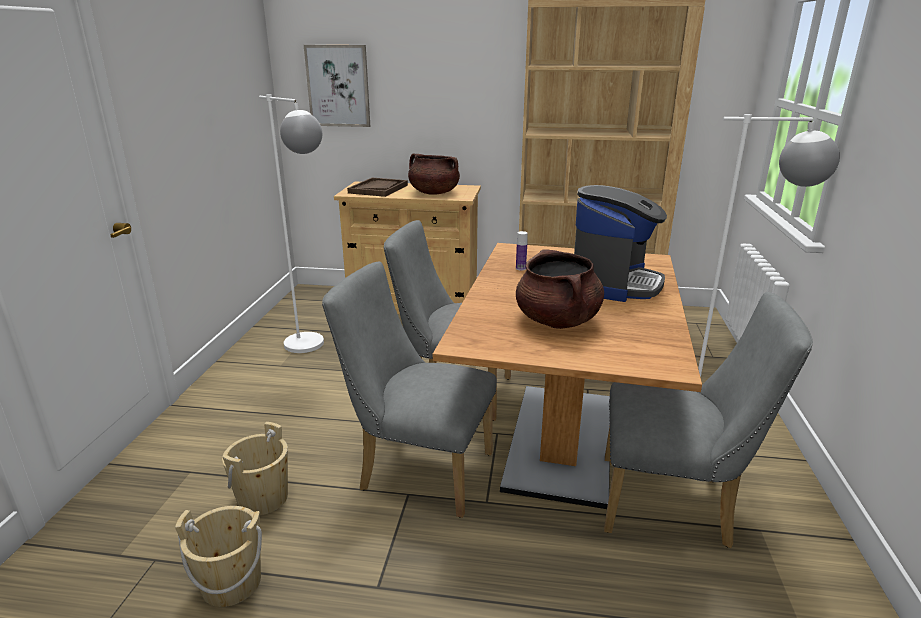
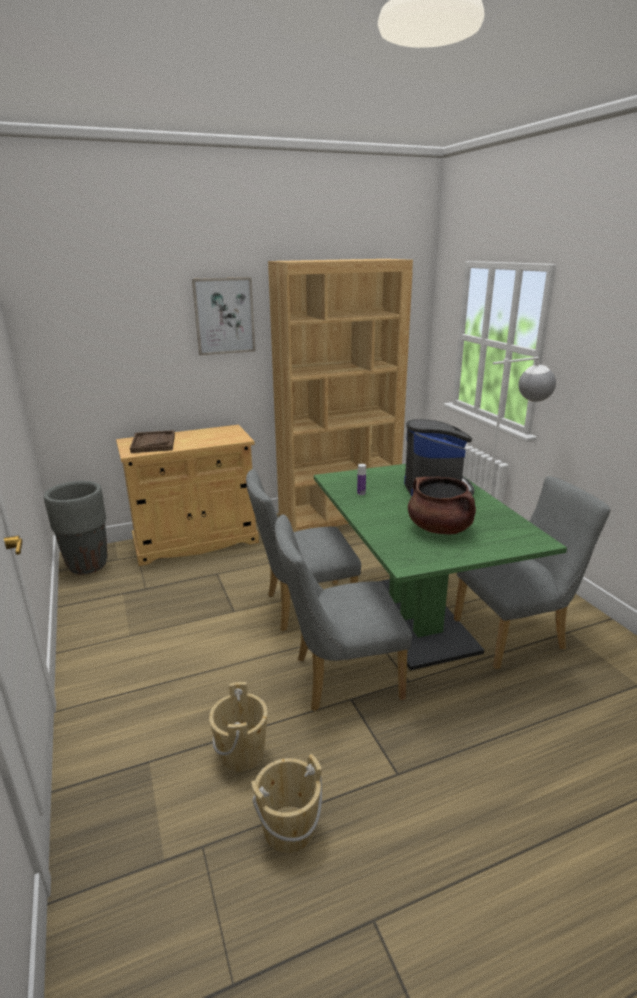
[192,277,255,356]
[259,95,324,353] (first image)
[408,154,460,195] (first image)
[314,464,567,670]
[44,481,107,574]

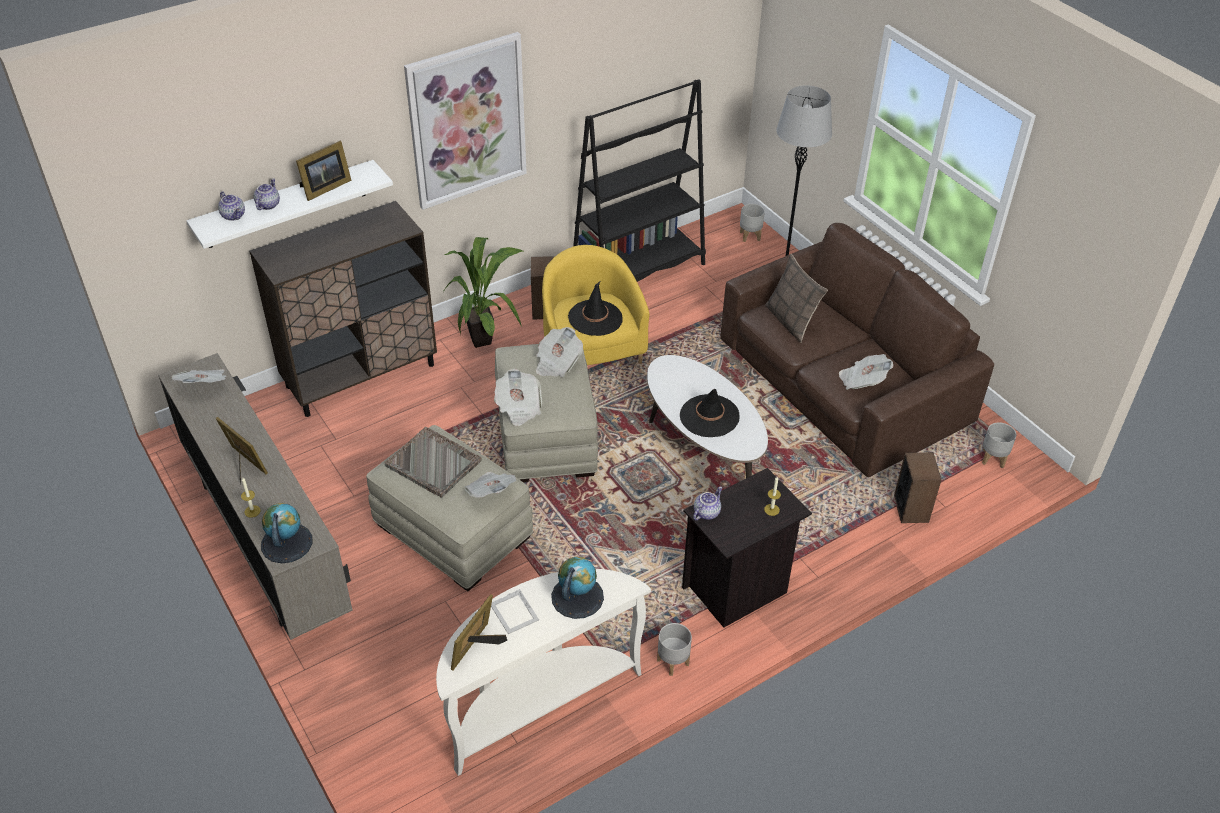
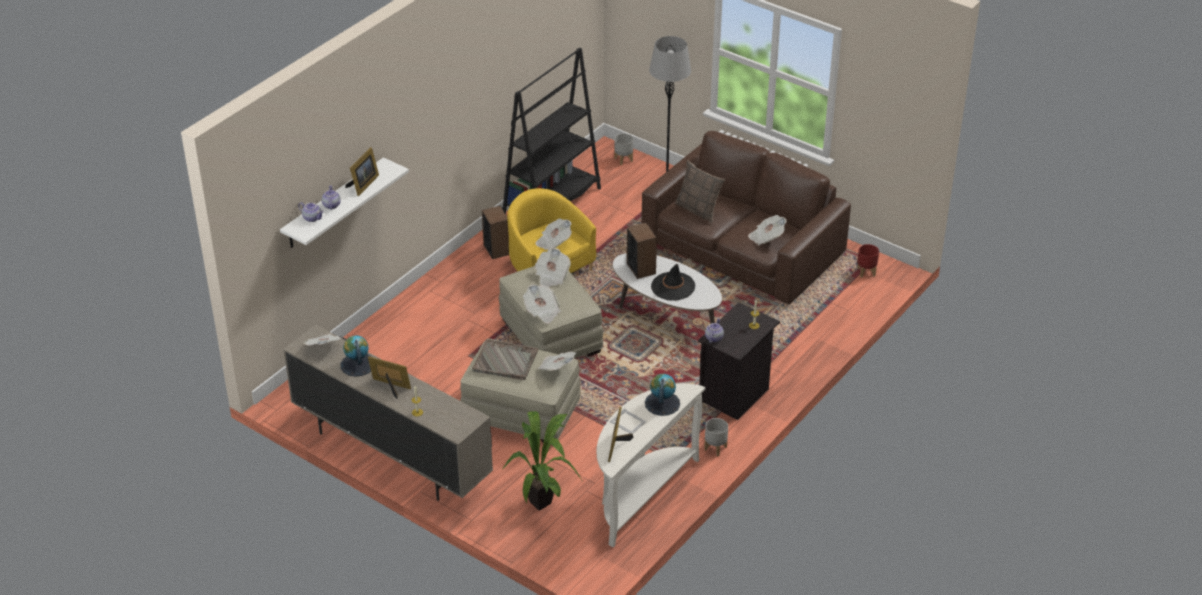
[404,32,527,210] (first image)
[249,201,437,417] (first image)
[502,411,582,510]
[535,219,572,251]
[857,244,879,278]
[627,223,657,279]
[341,335,372,377]

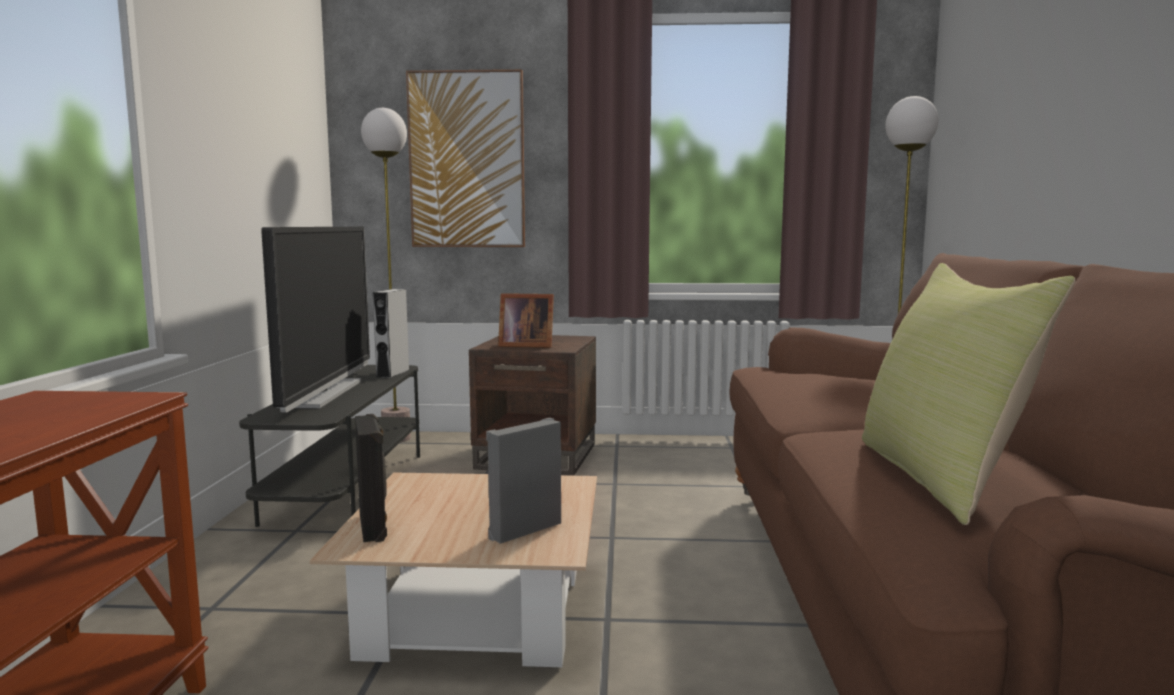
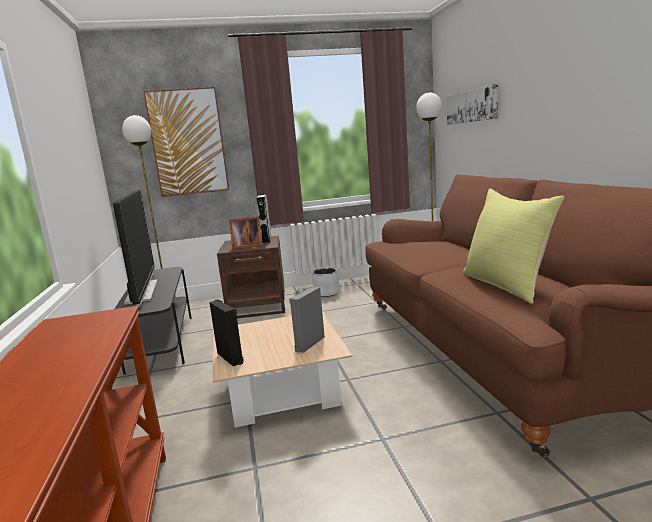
[256,195,272,243]
[447,84,498,125]
[312,268,340,297]

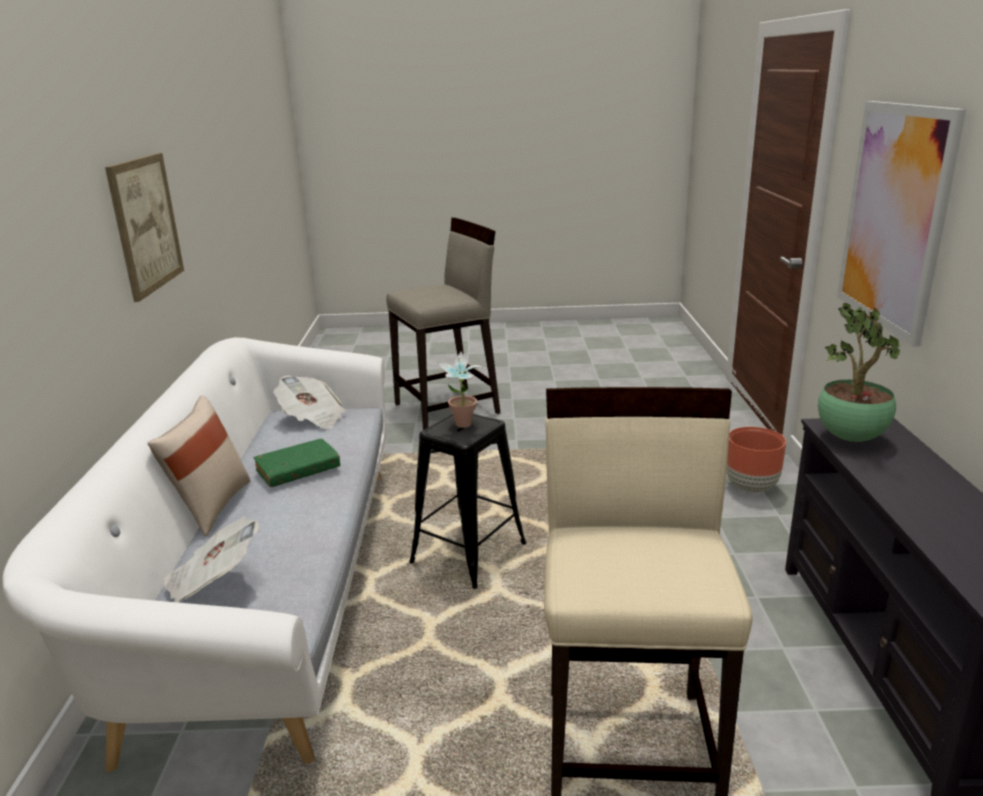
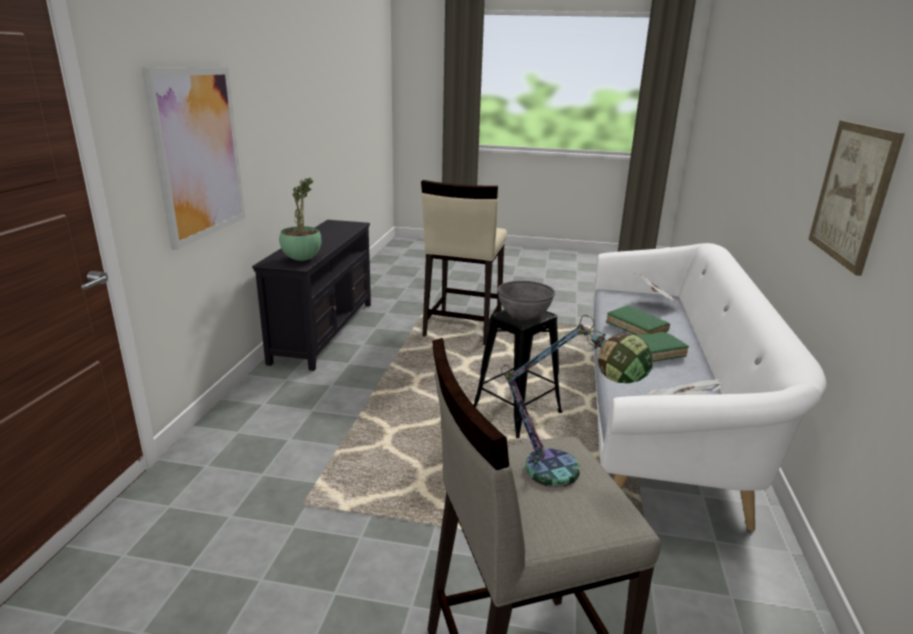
[497,281,555,320]
[147,395,250,536] (first image)
[726,427,786,493] (first image)
[606,306,670,335]
[501,315,653,487]

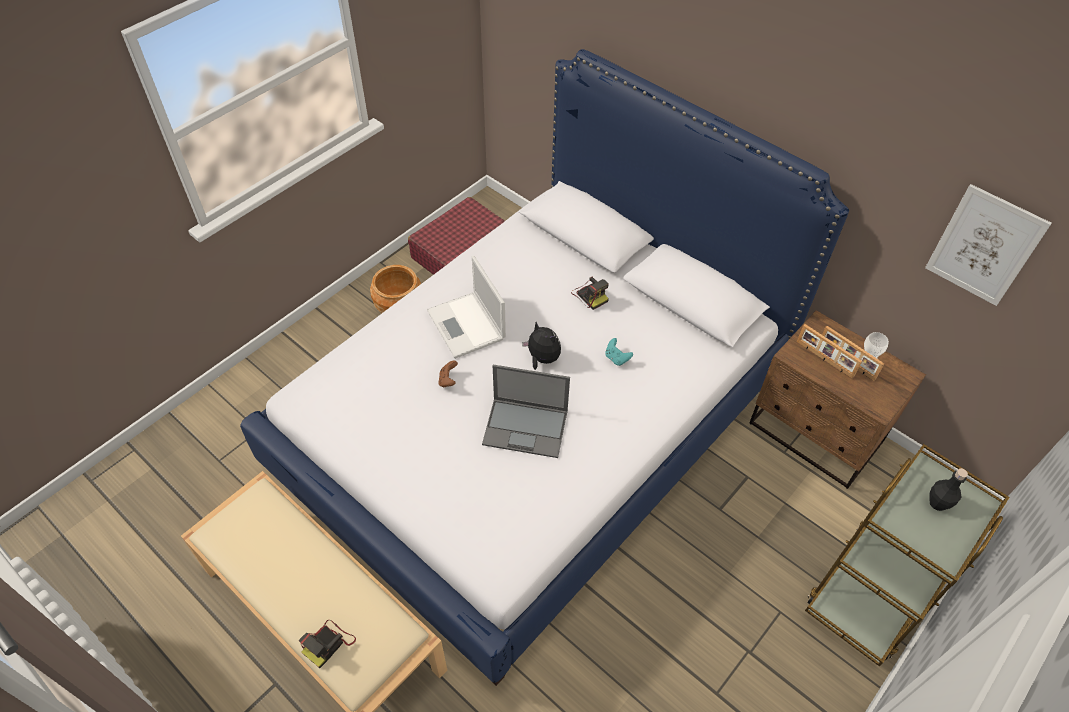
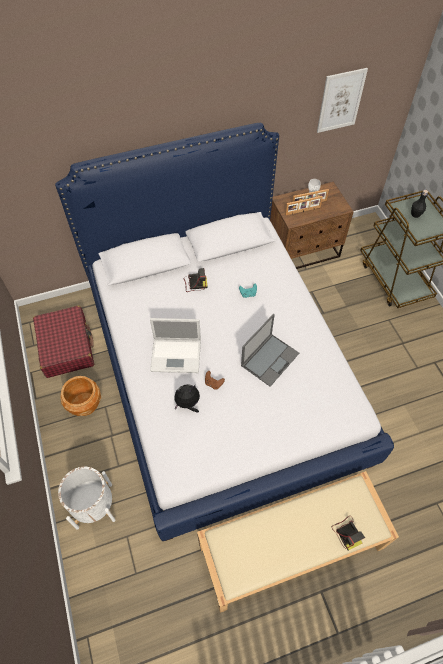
[174,384,200,413]
[58,467,116,530]

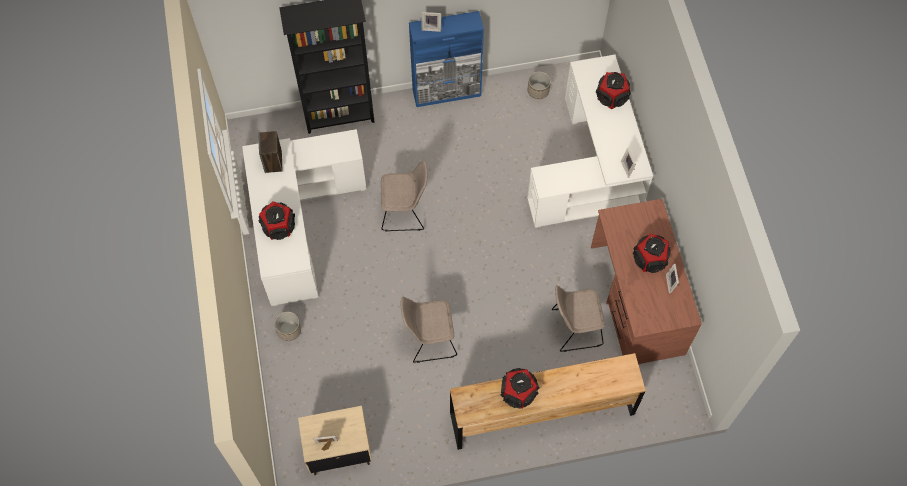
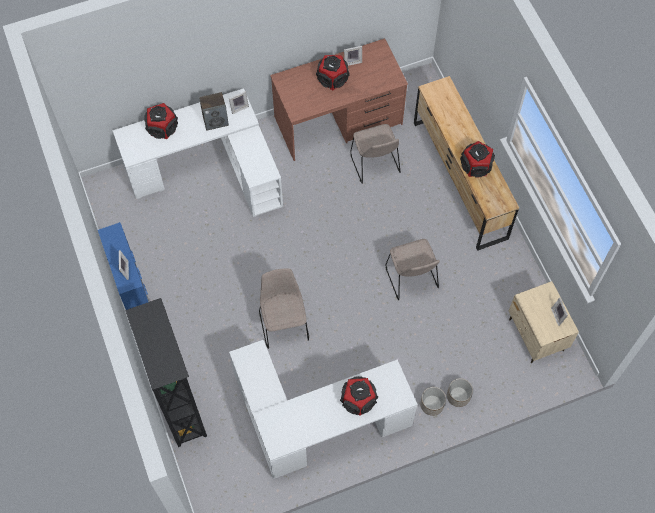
[447,378,473,407]
[199,92,229,131]

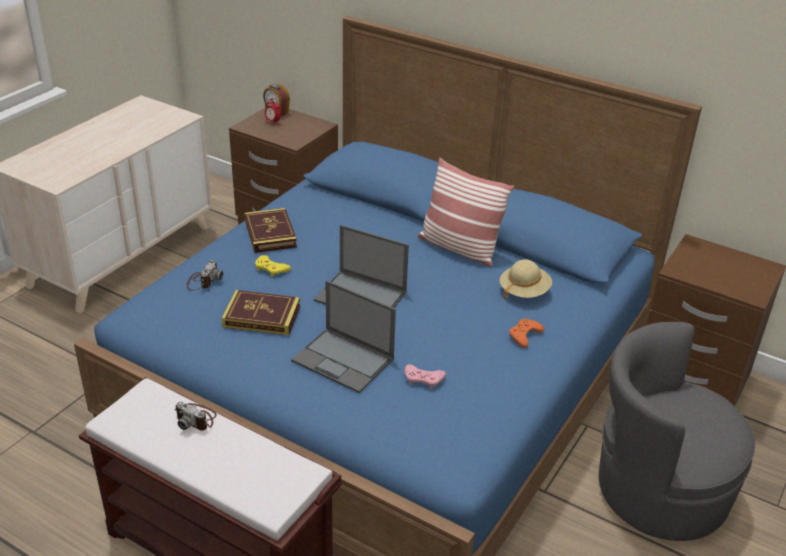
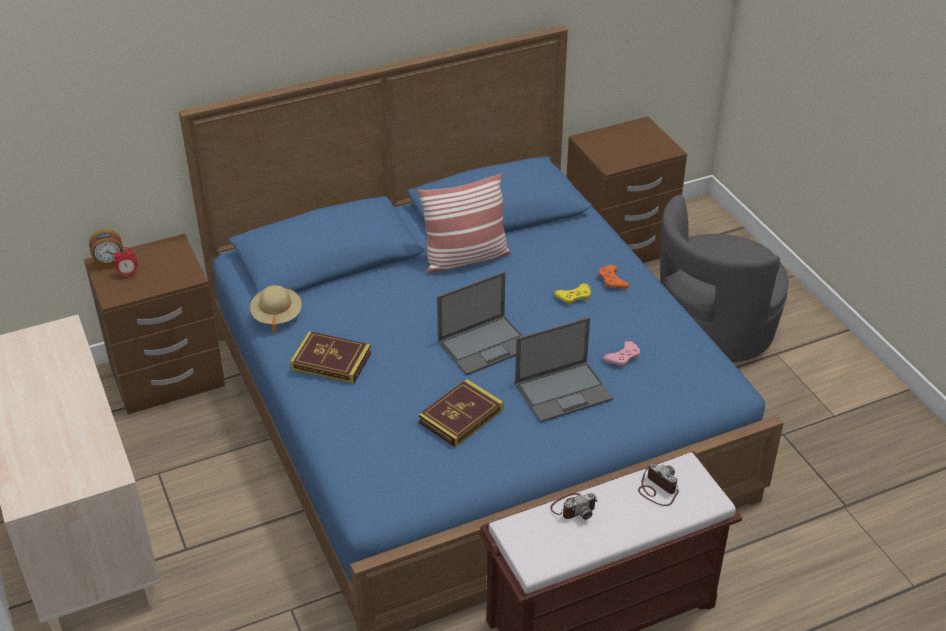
[554,283,591,305]
[250,285,302,333]
[638,463,679,506]

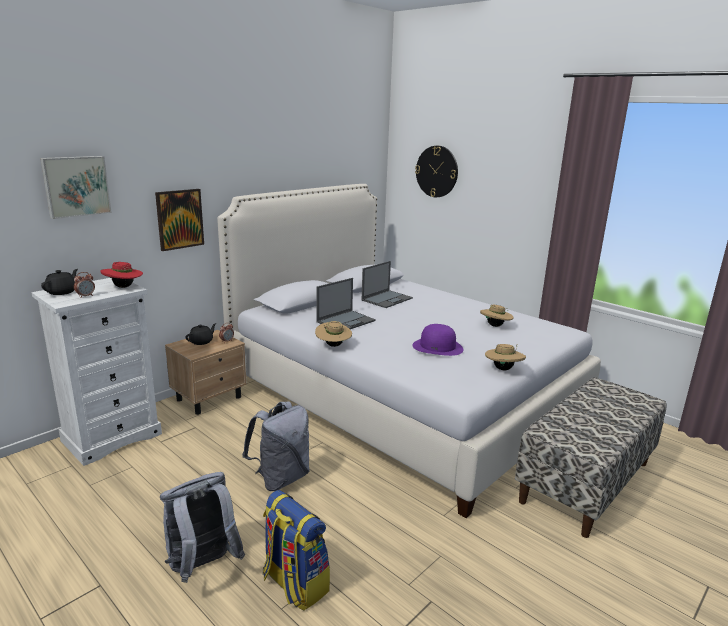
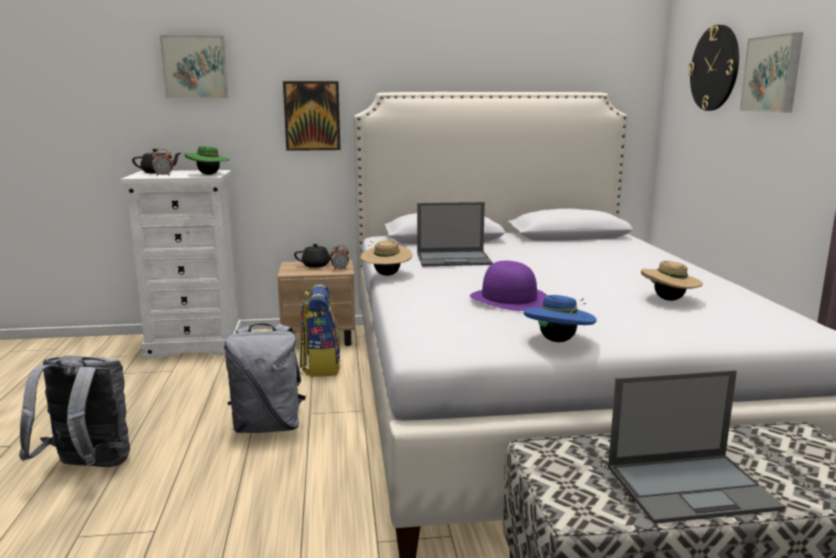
[608,370,785,524]
[185,146,230,175]
[524,295,597,342]
[299,283,340,377]
[739,32,803,112]

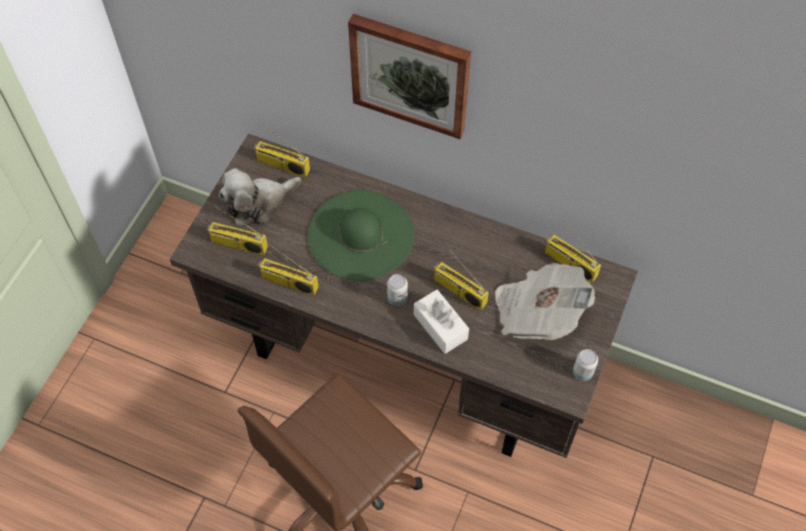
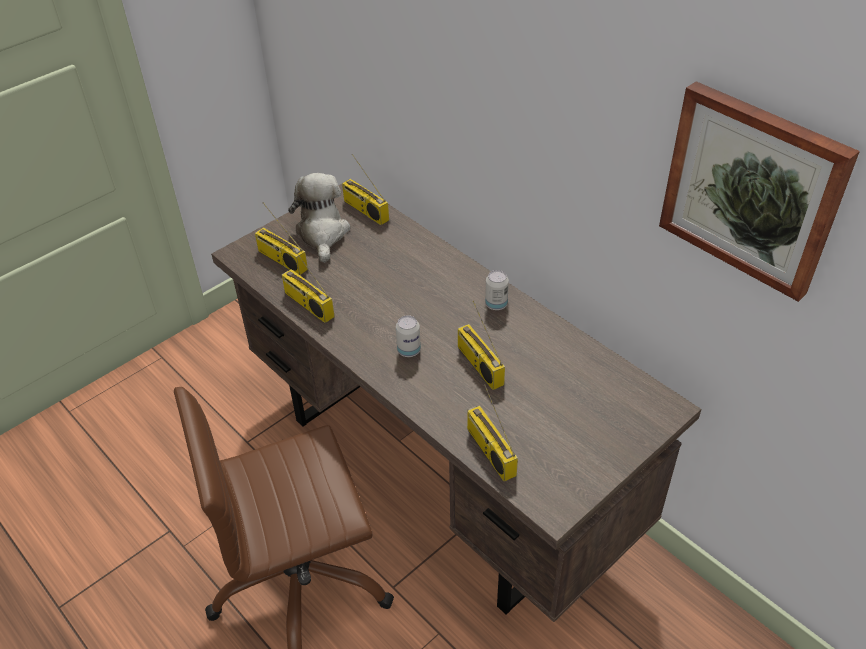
[659,81,860,302]
[288,173,350,263]
[308,190,414,281] (first image)
[467,384,518,482]
[495,262,595,340] (first image)
[414,289,469,354] (first image)
[485,270,509,310]

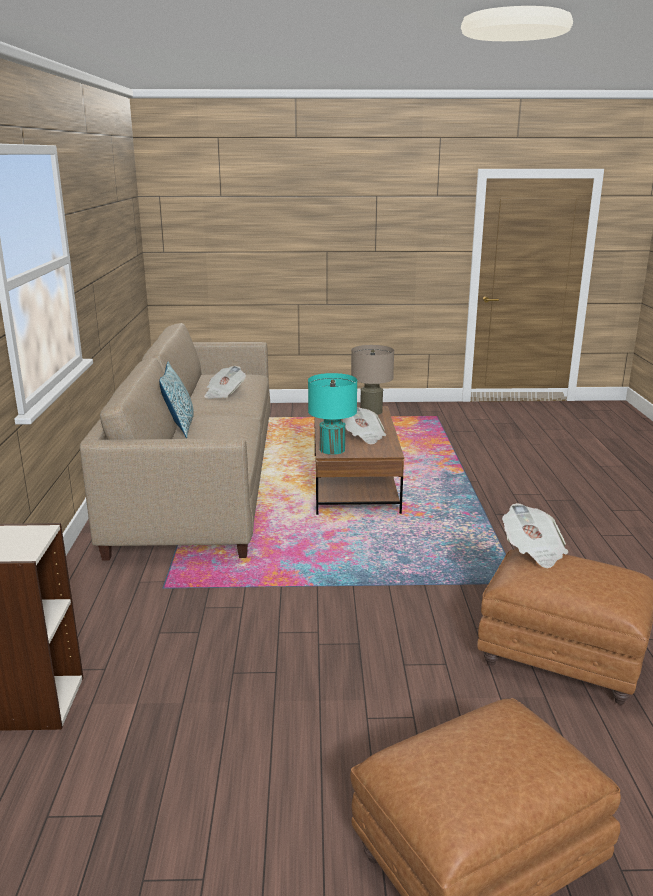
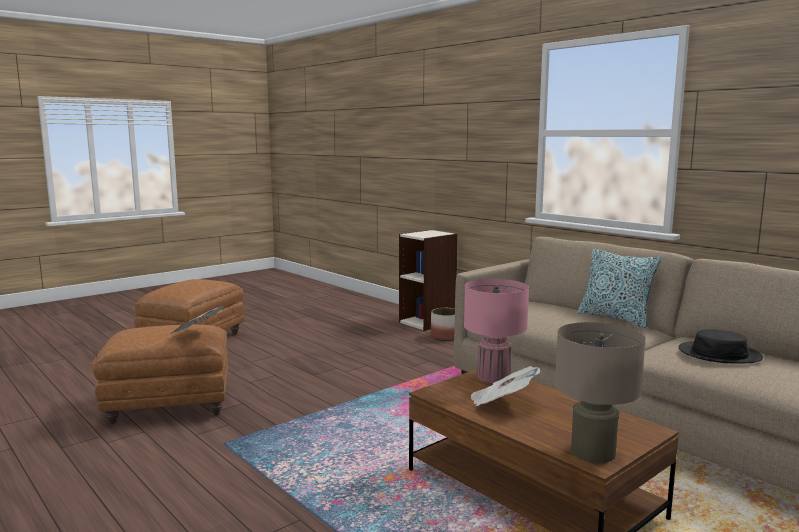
[679,329,763,363]
[464,279,529,383]
[431,308,455,341]

